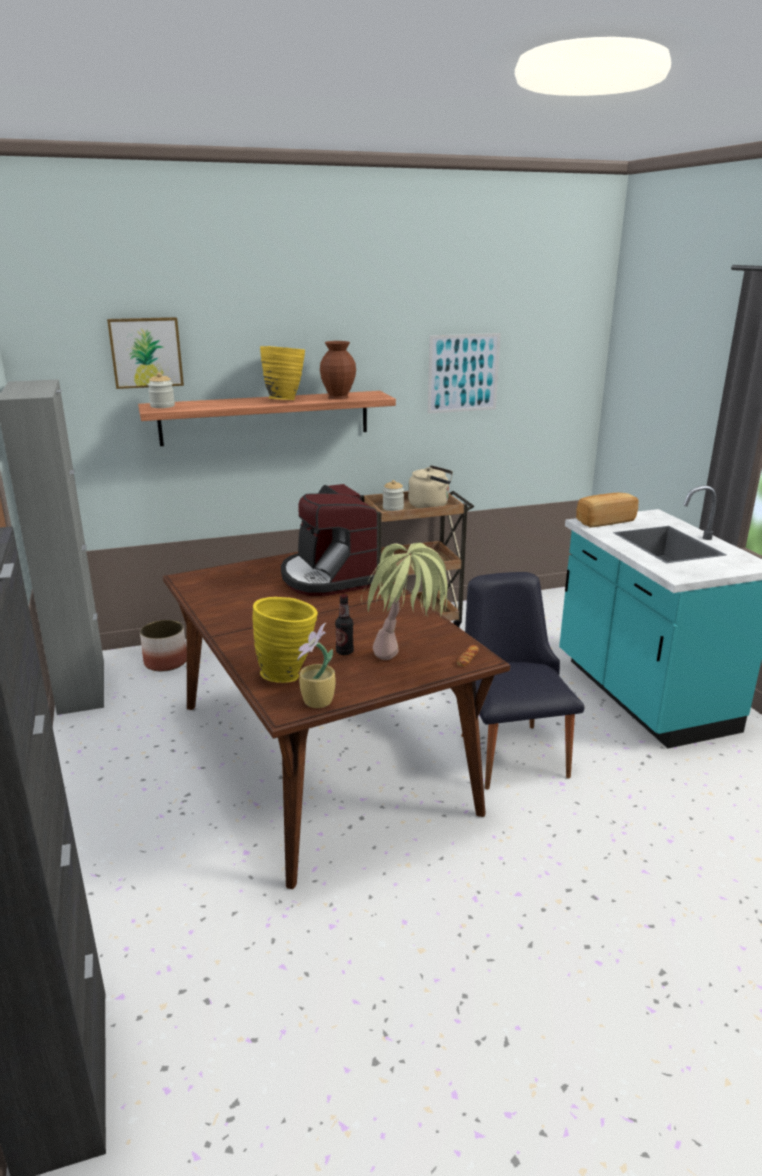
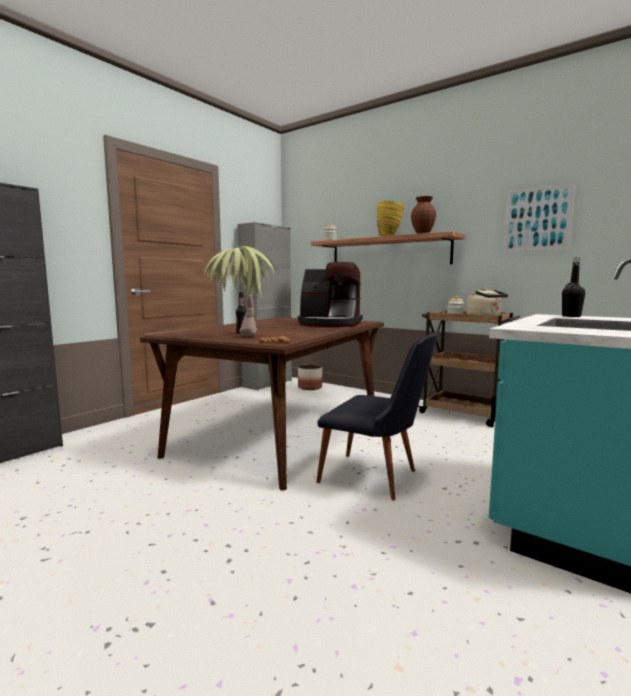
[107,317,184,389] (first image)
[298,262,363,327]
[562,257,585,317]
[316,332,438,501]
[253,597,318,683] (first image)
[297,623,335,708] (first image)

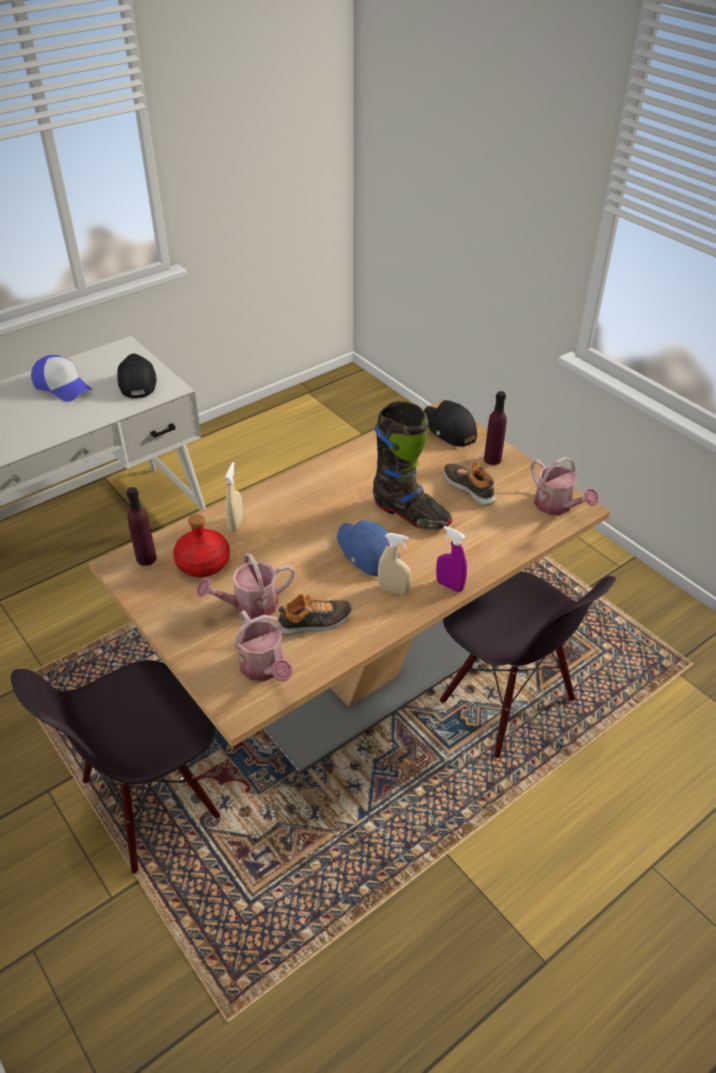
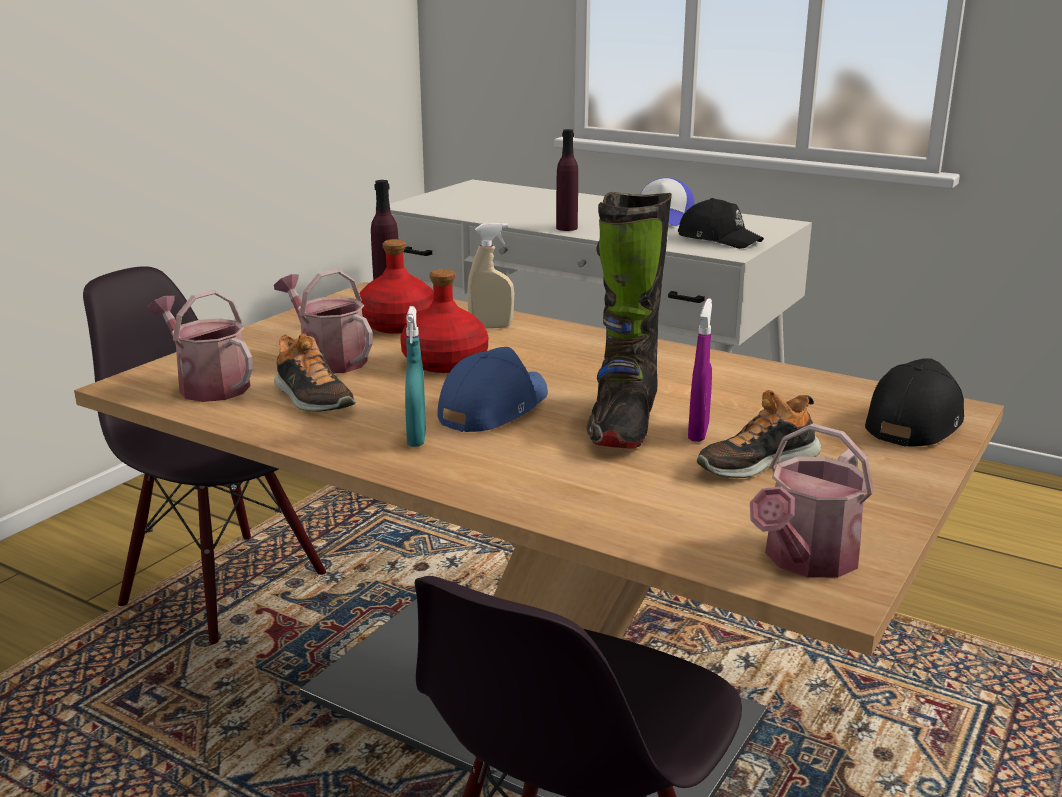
[678,198,764,249]
[556,129,578,231]
[697,390,821,478]
[688,298,712,442]
[405,306,426,447]
[147,290,253,402]
[400,269,488,373]

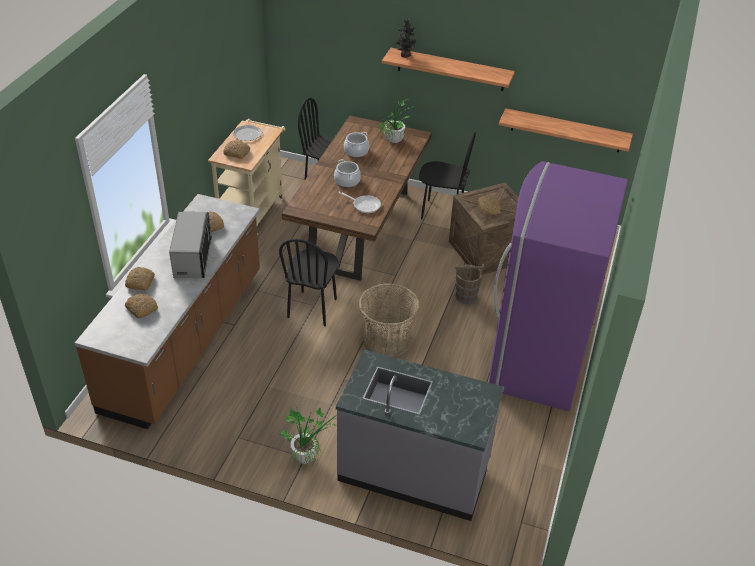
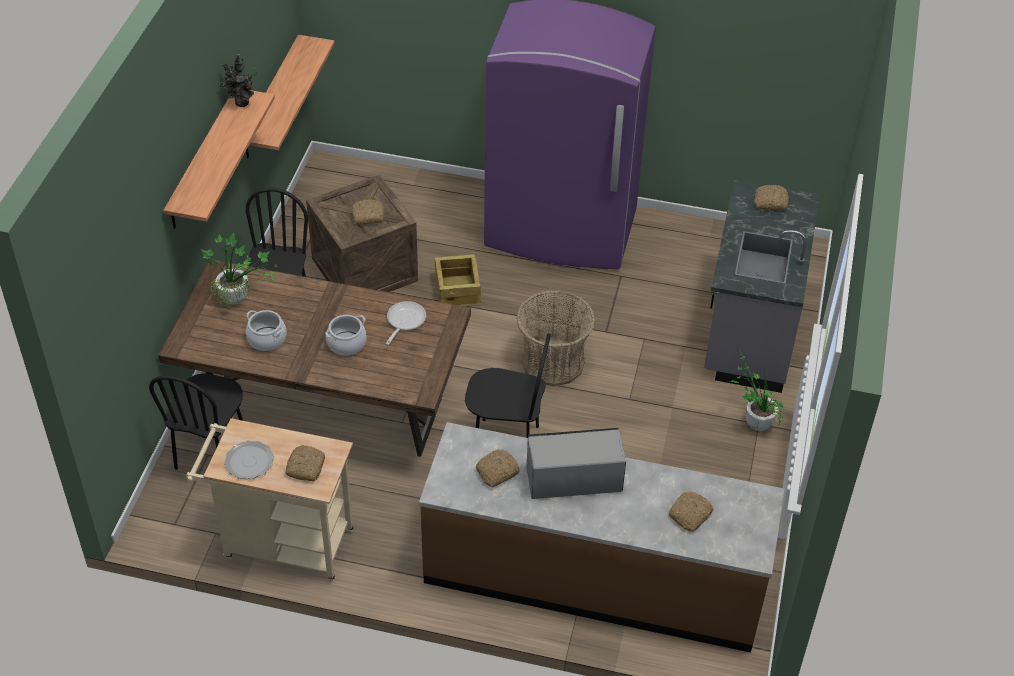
[219,53,258,107]
[435,254,481,306]
[754,185,789,211]

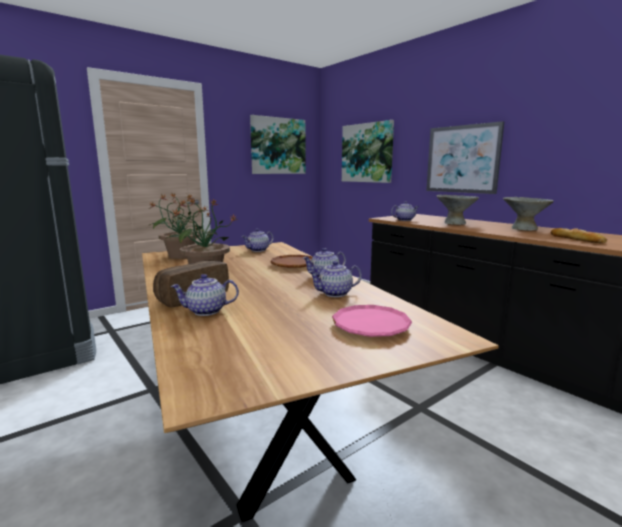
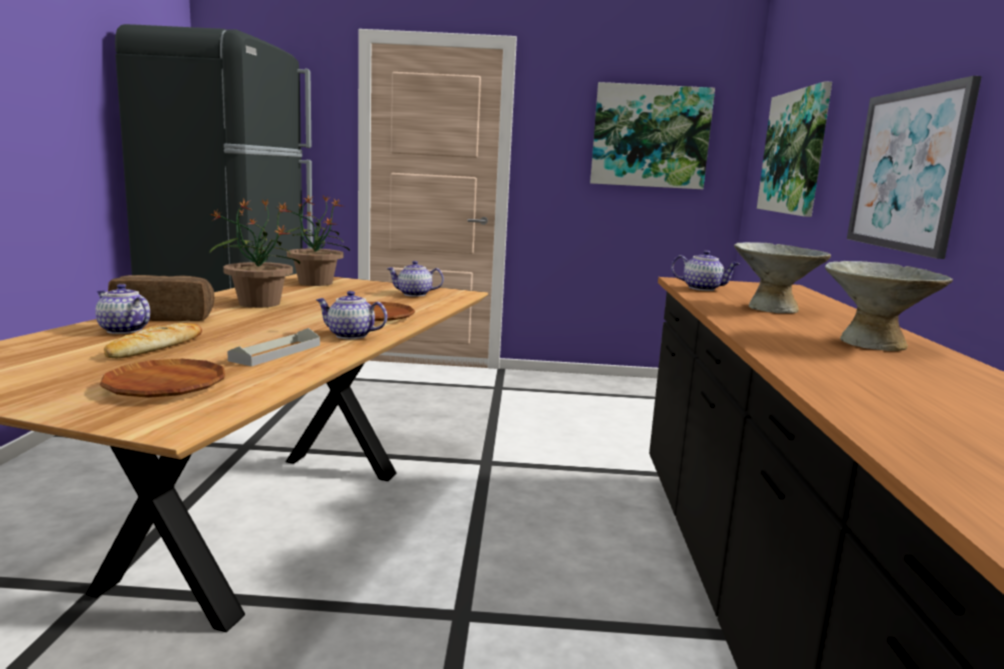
[104,323,202,358]
[227,328,320,366]
[100,359,225,398]

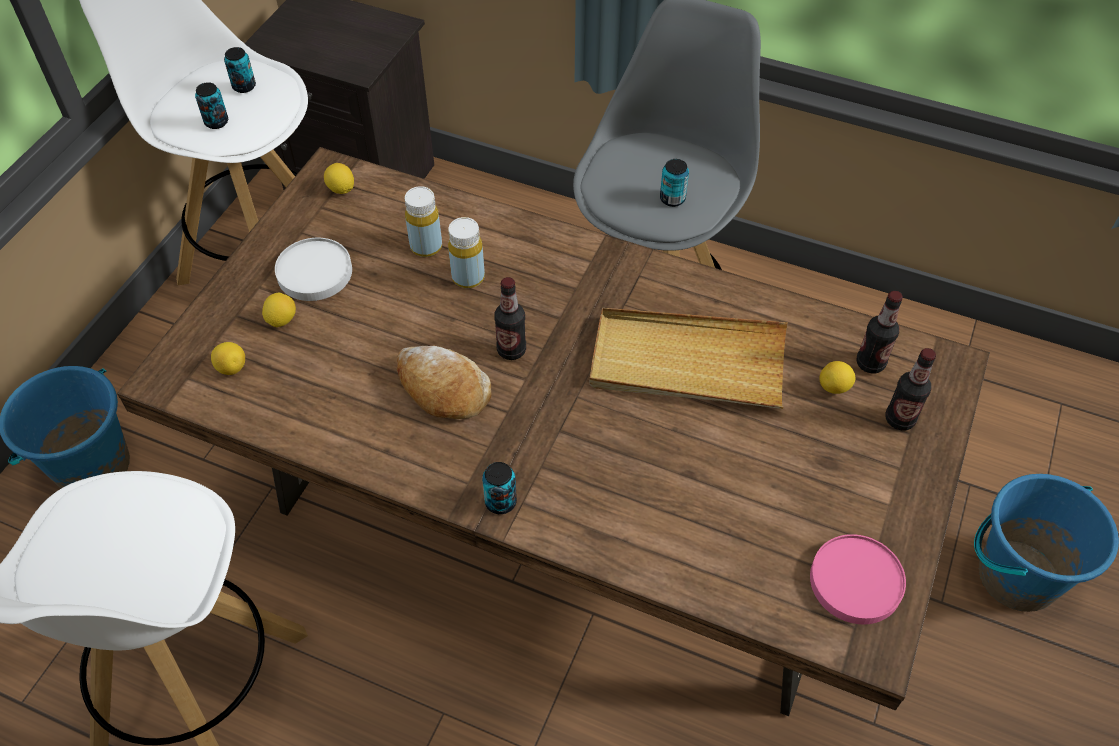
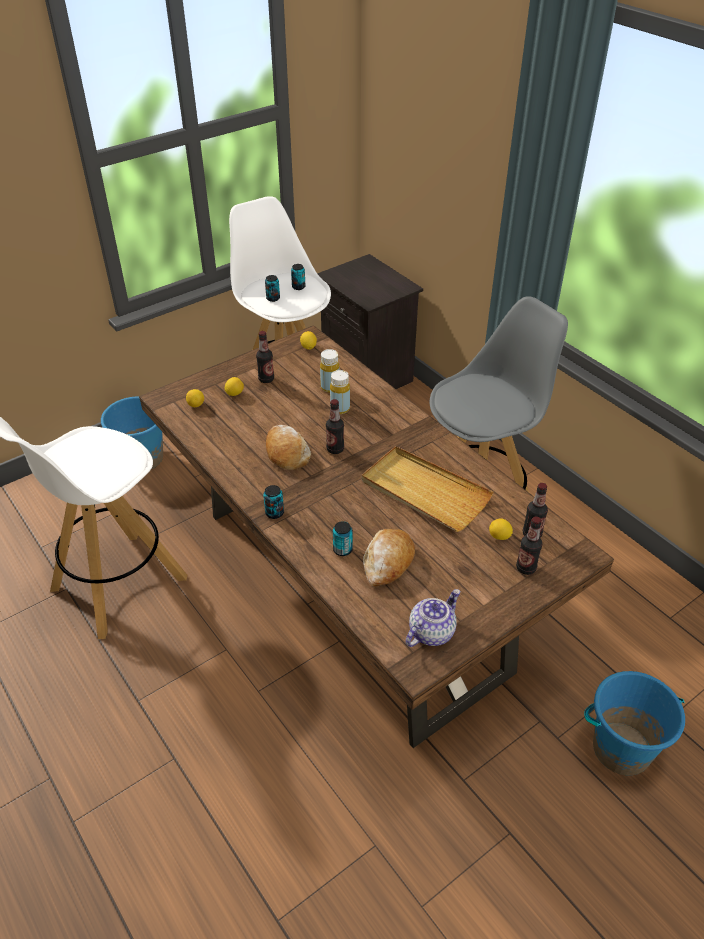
[333,521,353,556]
[256,331,274,383]
[406,589,460,647]
[363,529,415,587]

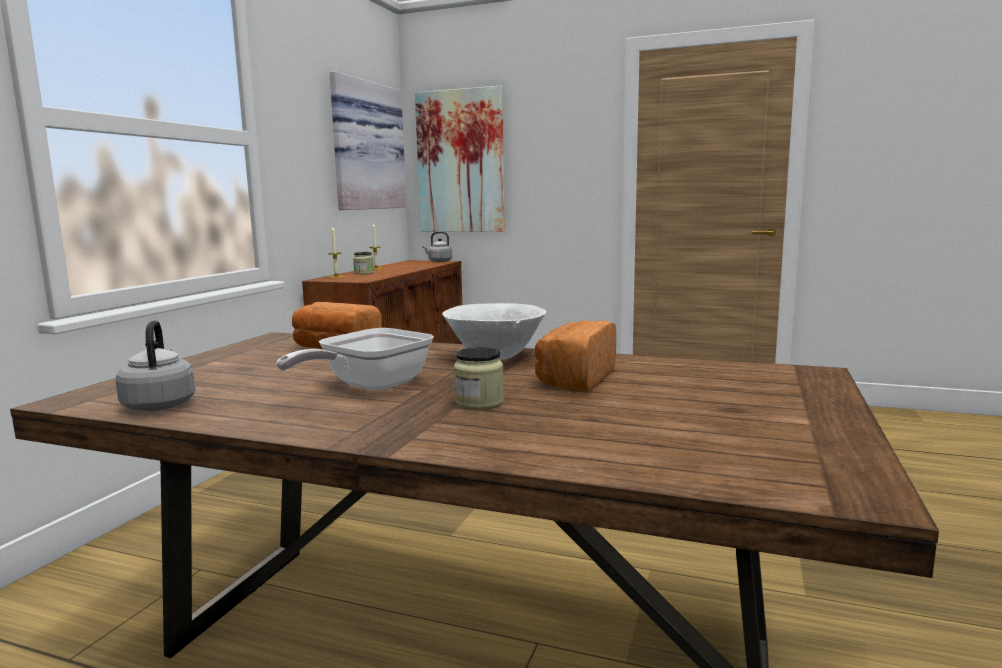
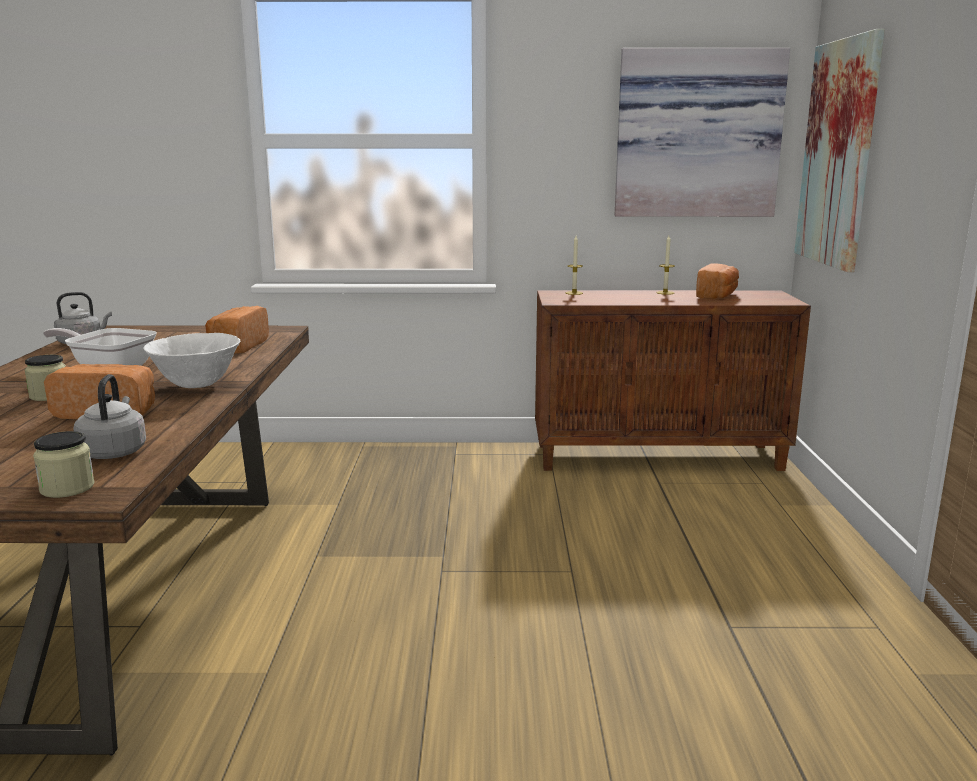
[73,374,146,459]
[33,431,95,498]
[696,263,739,299]

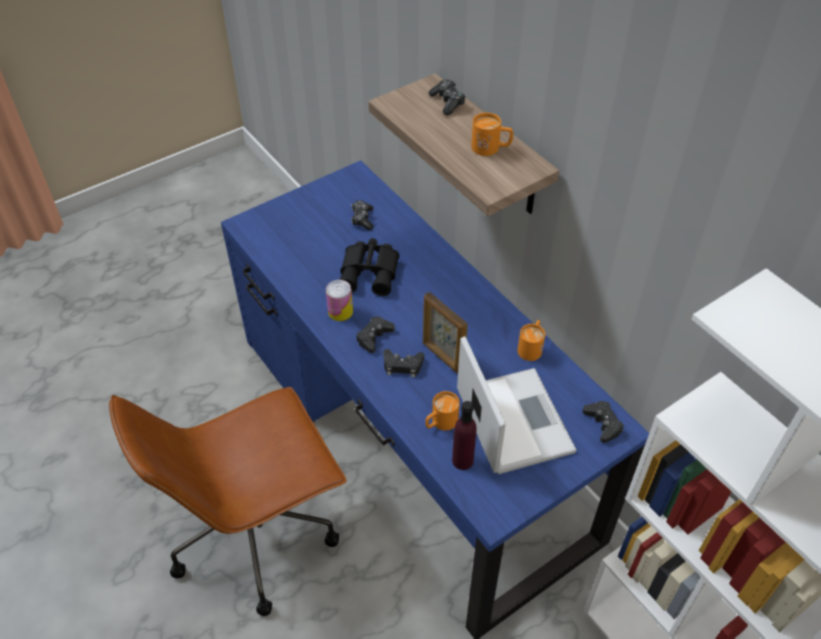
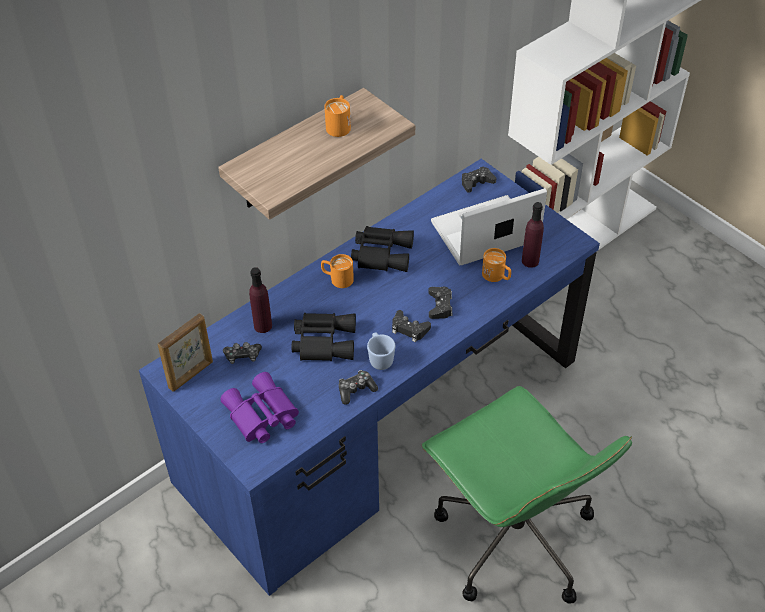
[339,370,378,405]
[367,333,395,370]
[158,313,213,392]
[321,254,354,288]
[422,386,632,604]
[351,226,414,272]
[249,267,272,333]
[220,372,299,443]

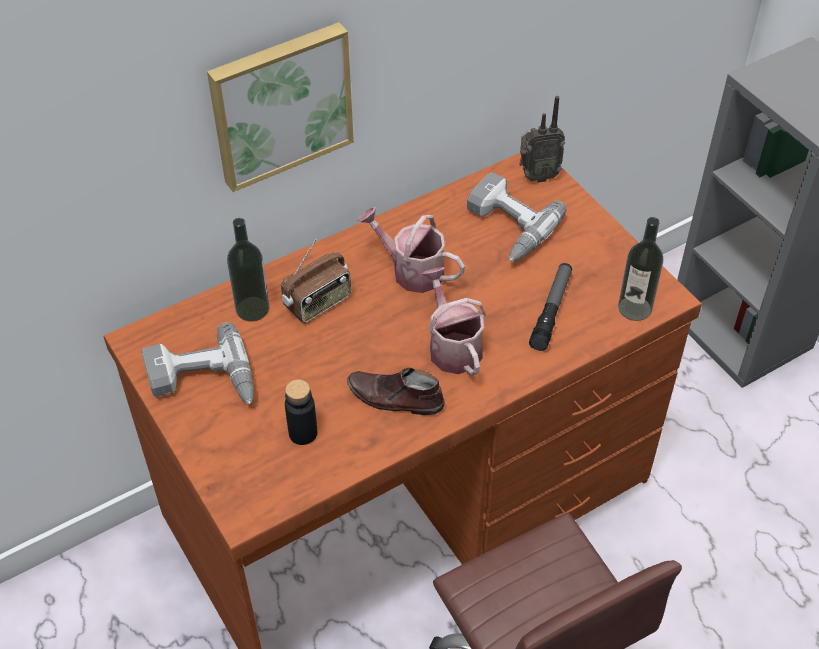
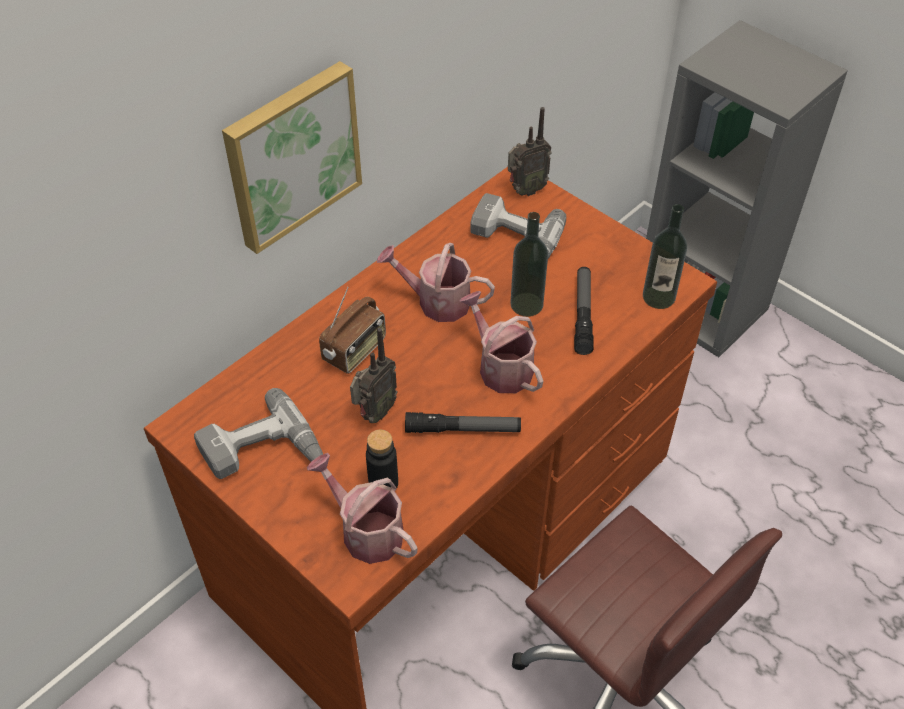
[510,212,548,317]
[405,412,521,433]
[350,328,397,423]
[307,453,417,564]

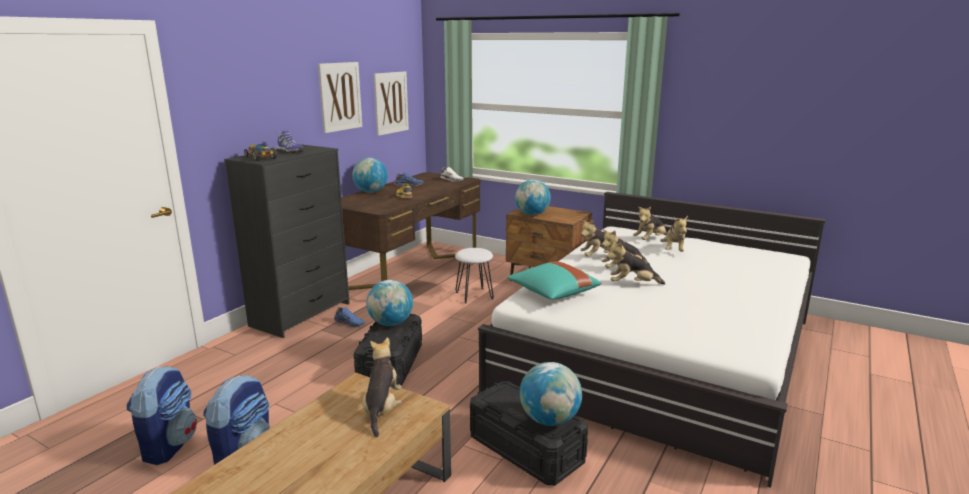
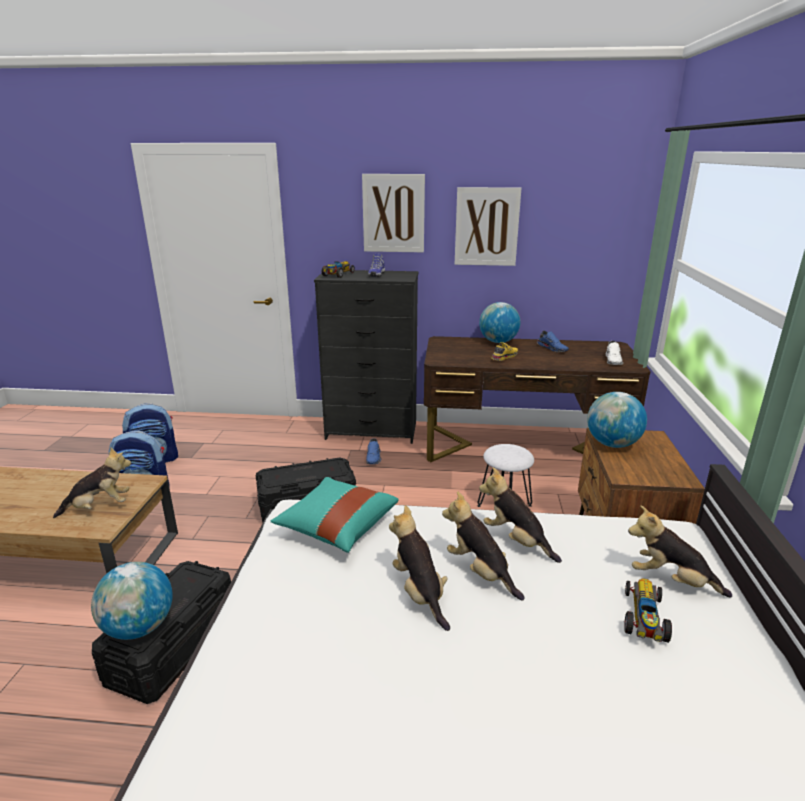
[362,174,425,252]
[624,578,672,643]
[366,280,413,326] (first image)

